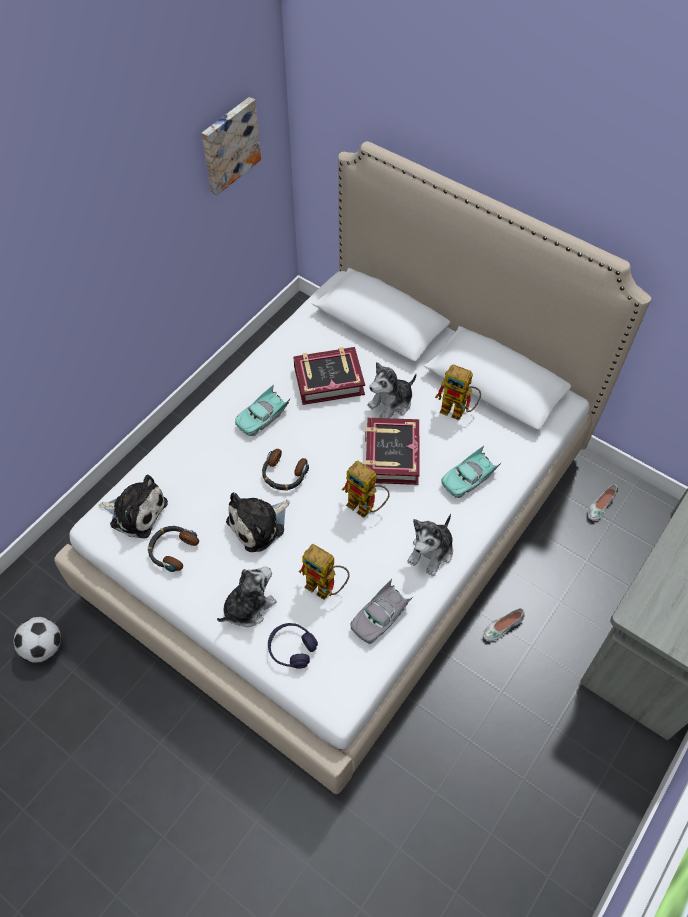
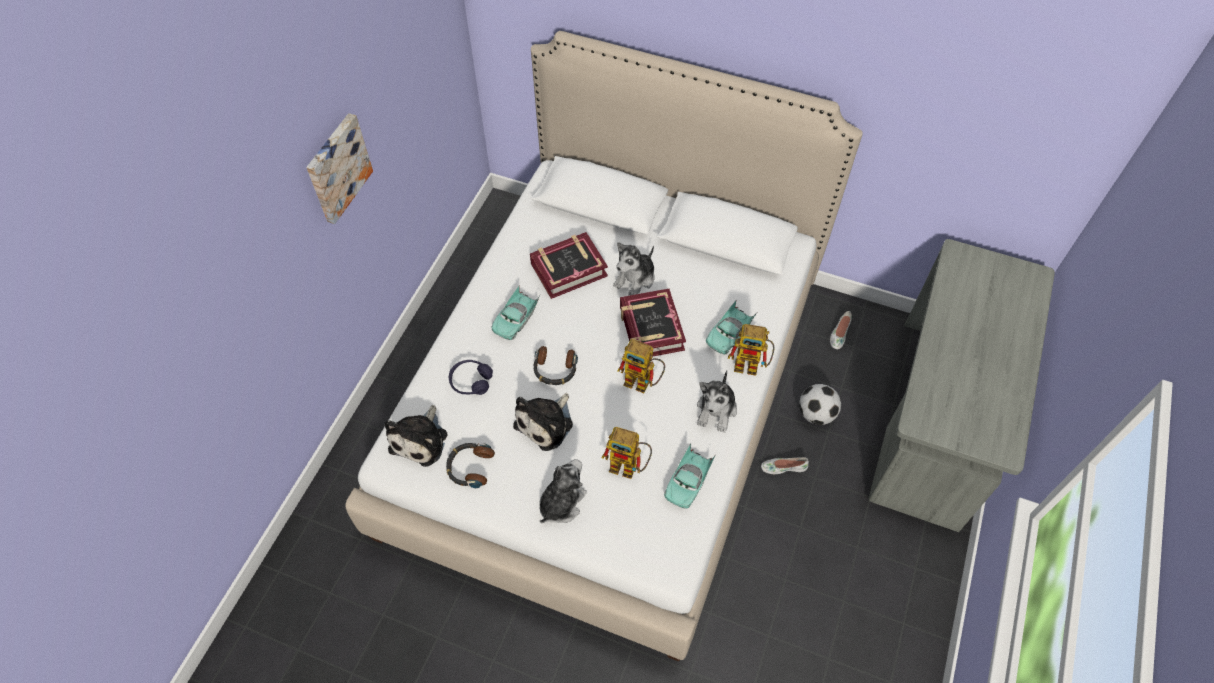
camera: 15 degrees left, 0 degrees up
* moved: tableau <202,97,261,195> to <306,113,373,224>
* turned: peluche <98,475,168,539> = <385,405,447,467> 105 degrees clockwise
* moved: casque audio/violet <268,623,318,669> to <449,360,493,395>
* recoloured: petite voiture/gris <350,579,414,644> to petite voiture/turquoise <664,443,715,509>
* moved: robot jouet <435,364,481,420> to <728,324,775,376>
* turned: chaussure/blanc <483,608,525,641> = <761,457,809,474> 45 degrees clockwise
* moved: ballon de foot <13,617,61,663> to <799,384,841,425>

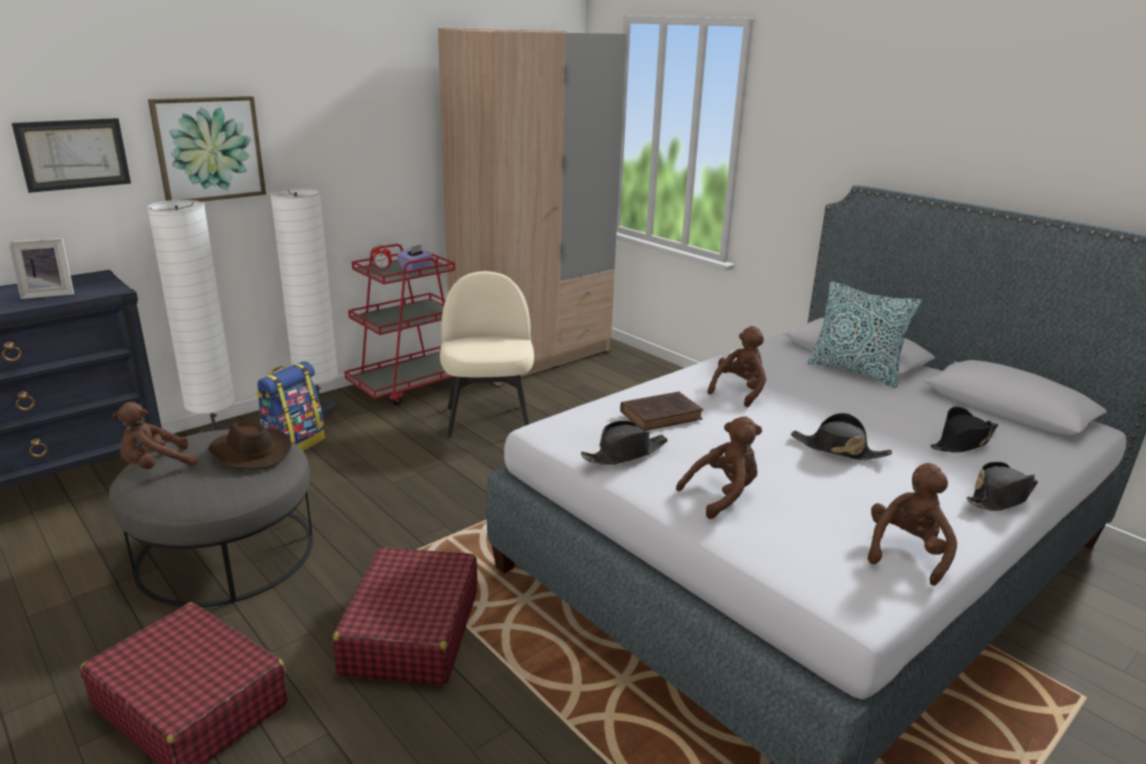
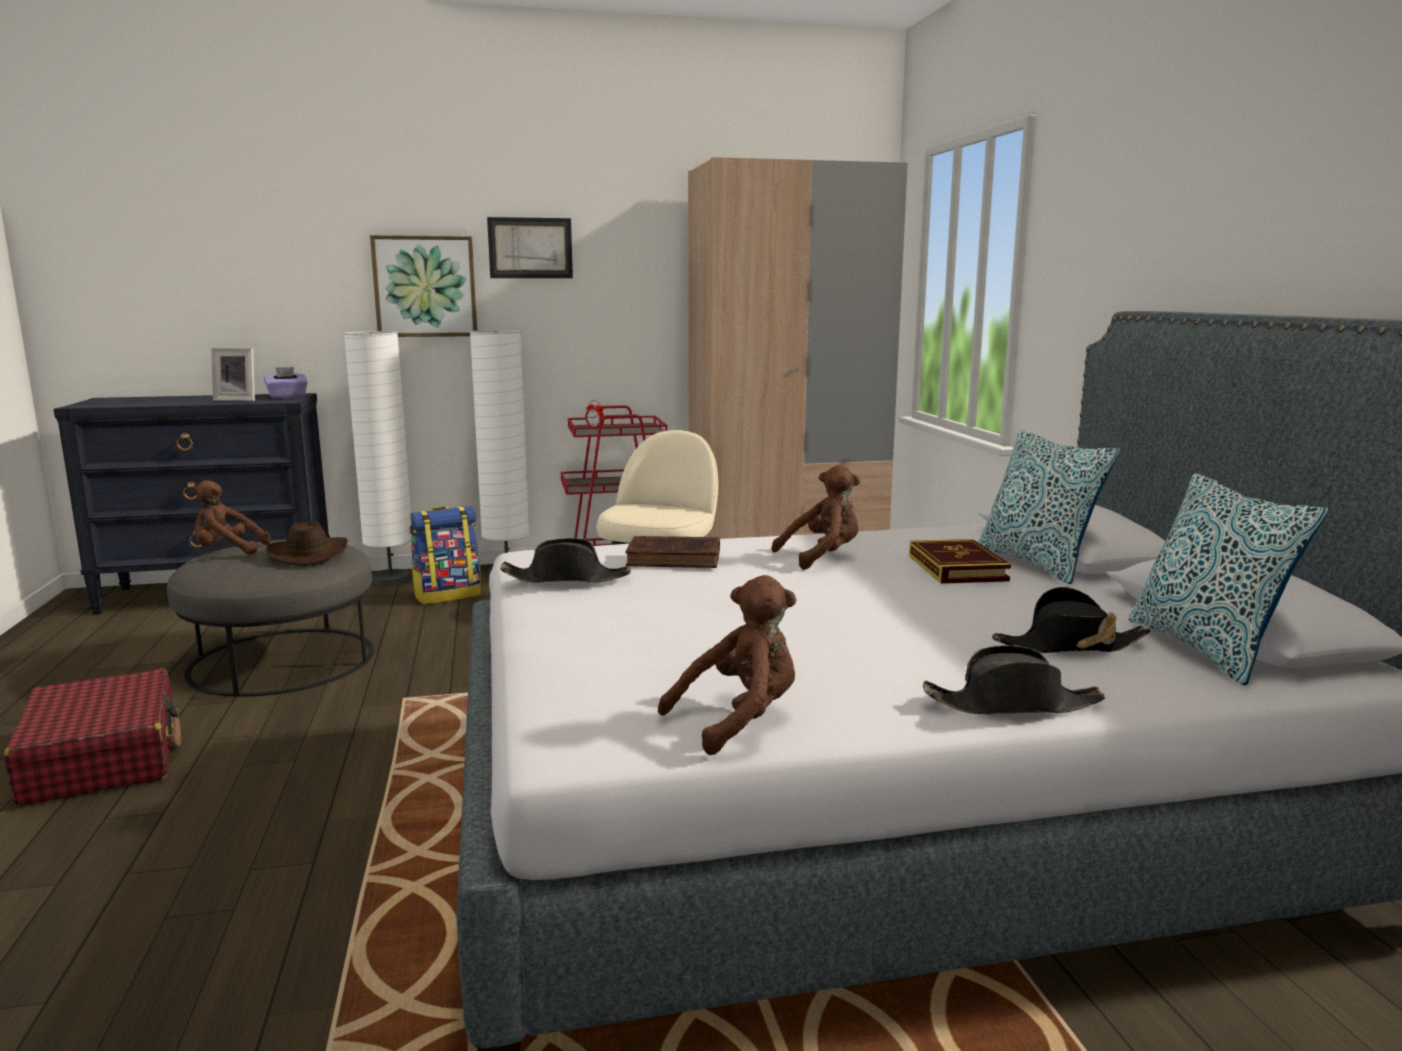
camera: 30 degrees right, 10 degrees down
* moved: boîte à mouchoirs/violet <397,244,433,271> to <264,367,308,398>
* moved: tableau <12,118,131,193> to <487,217,573,278>
* added: livre <909,539,1011,584>
* added: coussin <1128,473,1328,686>
* removed: valise/rouge <333,547,477,686>
* removed: peluche/marron <676,416,762,519>
* removed: chapeau/noir <791,413,892,461>

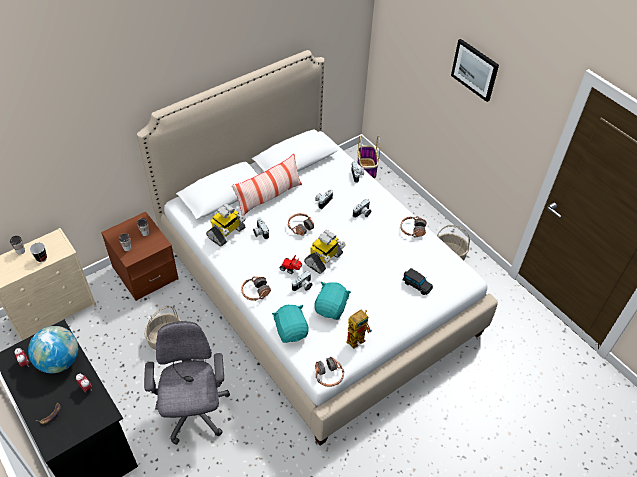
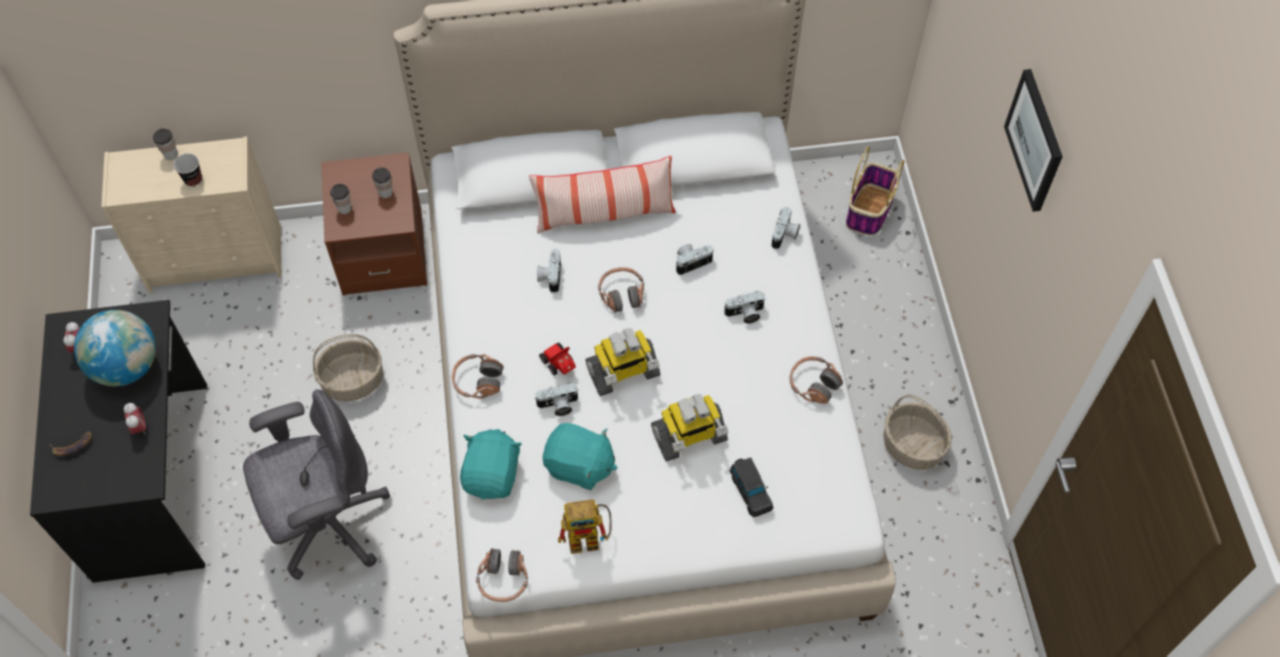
camera: 30 degrees right, 10 degrees up
* turned: chaise de bureau/gris <144,321,230,445> = <243,389,390,580> 45 degrees clockwise
* turned: peluche/turquoise <314,282,351,320> = <542,423,617,490> 60 degrees clockwise
* moved: robot jouet <206,203,246,247> to <651,394,728,462>

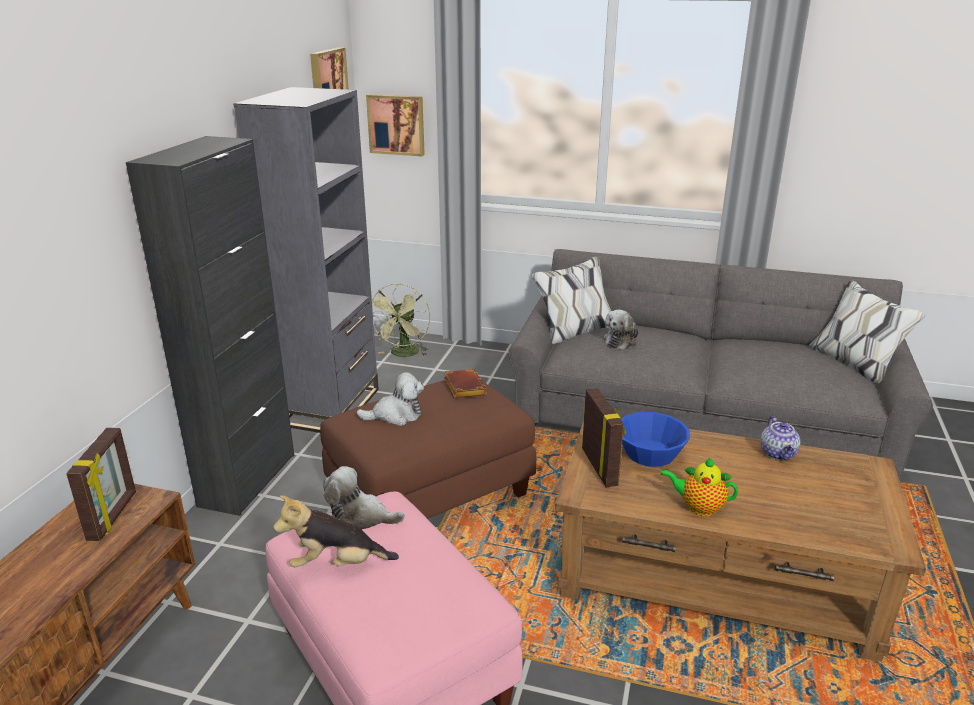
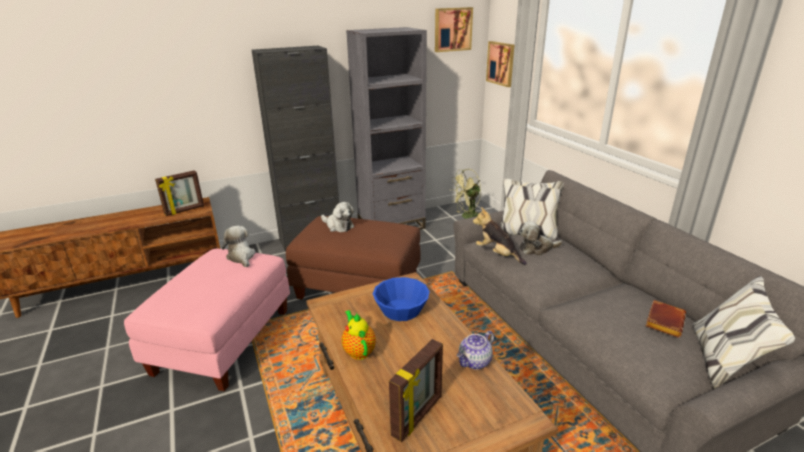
camera: 50 degrees right, 0 degrees up
* moved: cadre photo <582,388,626,487> to <389,339,443,442>
* moved: peluche <273,495,399,567> to <473,207,527,265>
* moved: livre/marron <444,369,487,398> to <646,300,686,338>

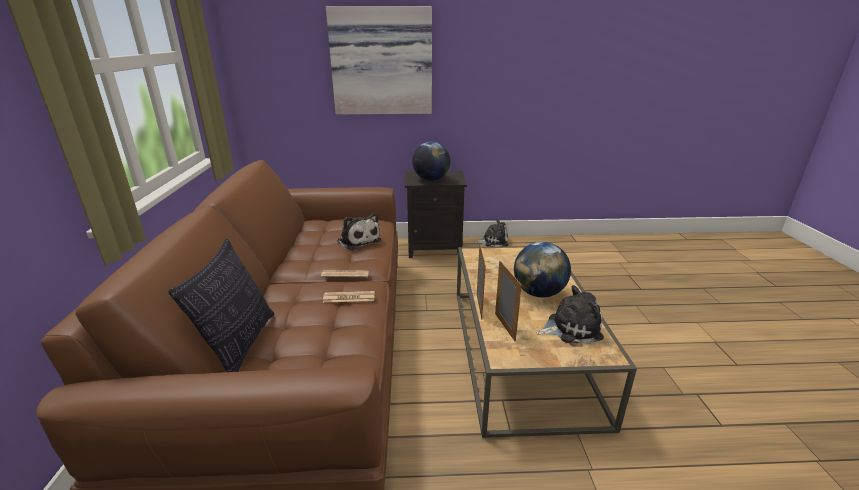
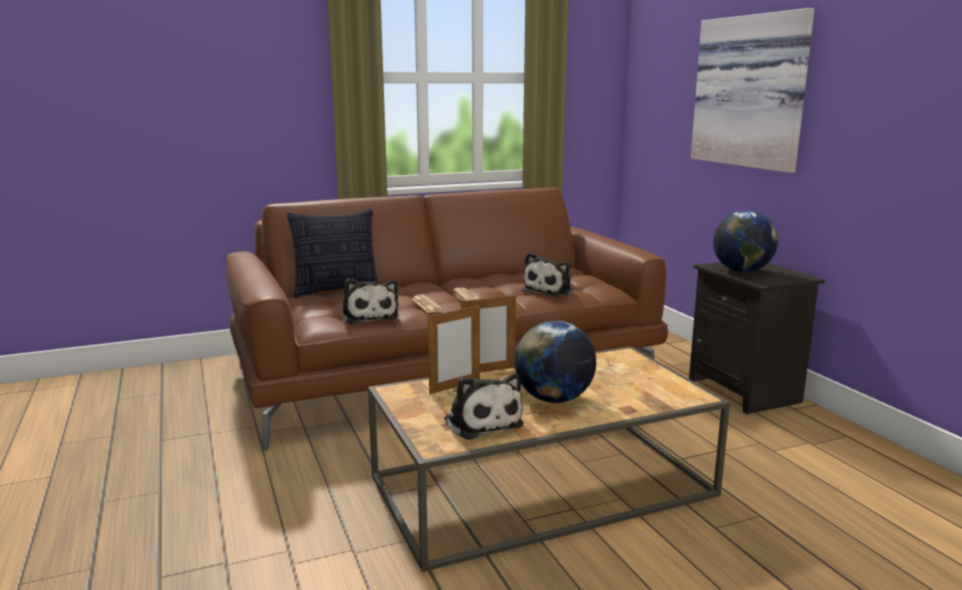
camera: 70 degrees right, 10 degrees down
* moved: peluche <474,219,508,247> to <342,279,399,324>

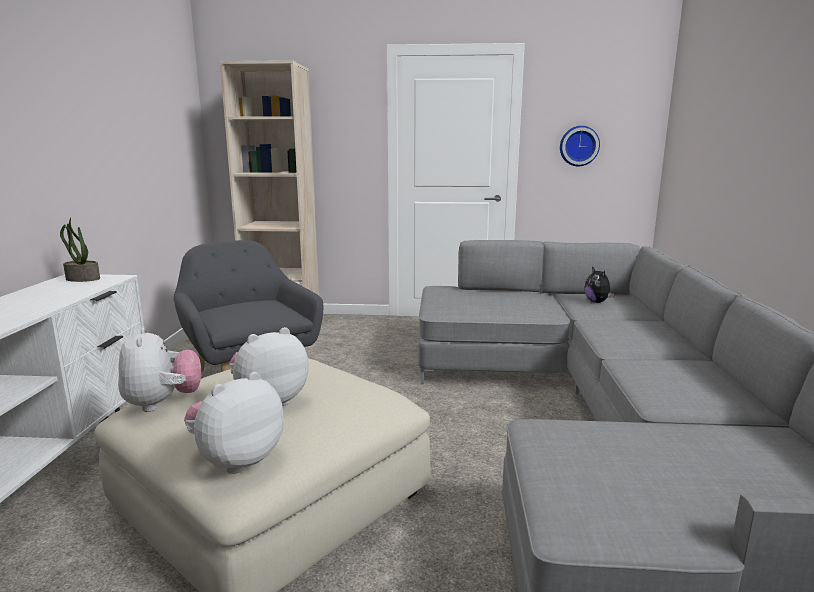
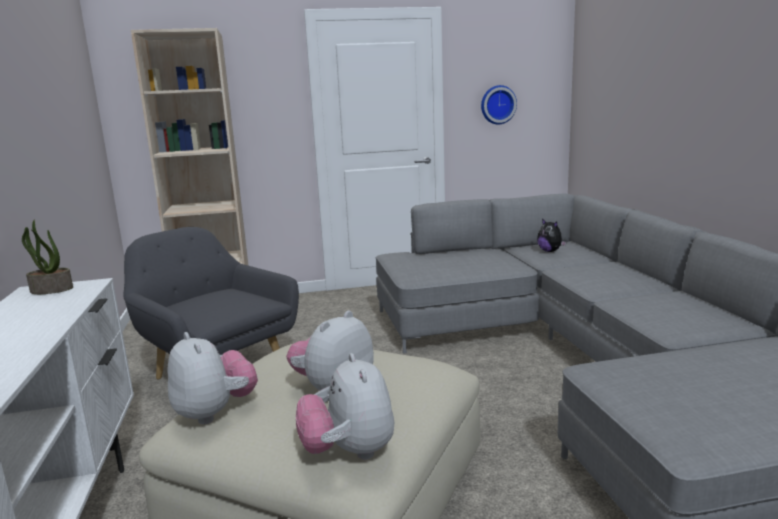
camera: 15 degrees left, 0 degrees up
* turned: peluche <184,372,284,474> = <296,353,394,460> 45 degrees counterclockwise

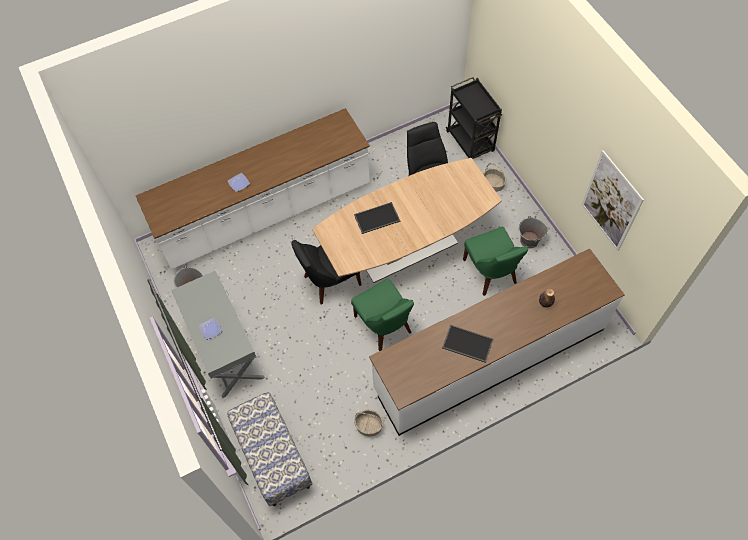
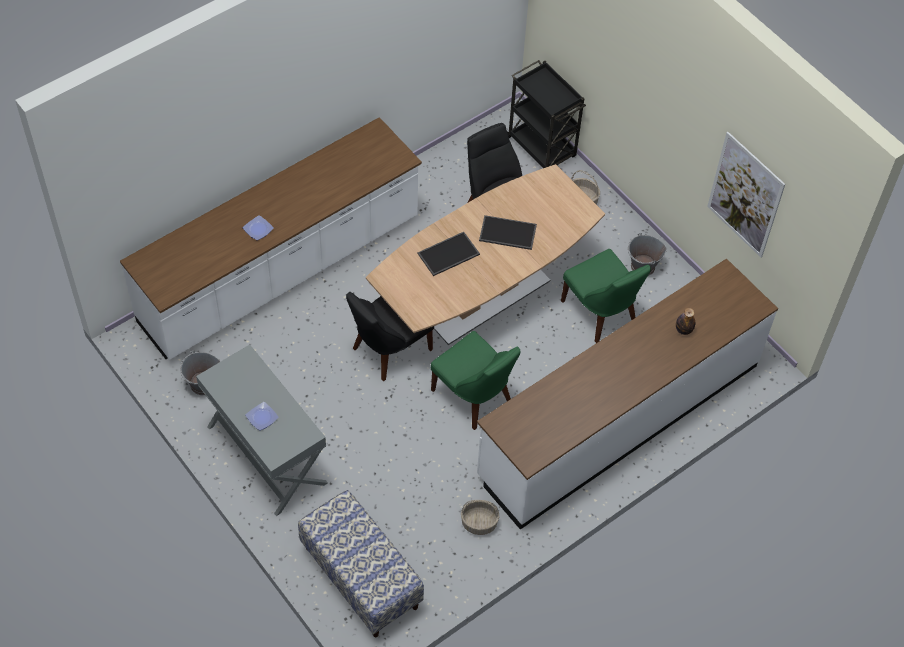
camera: 15 degrees left, 5 degrees down
* moved: plateau <442,325,493,363> to <479,215,537,250>

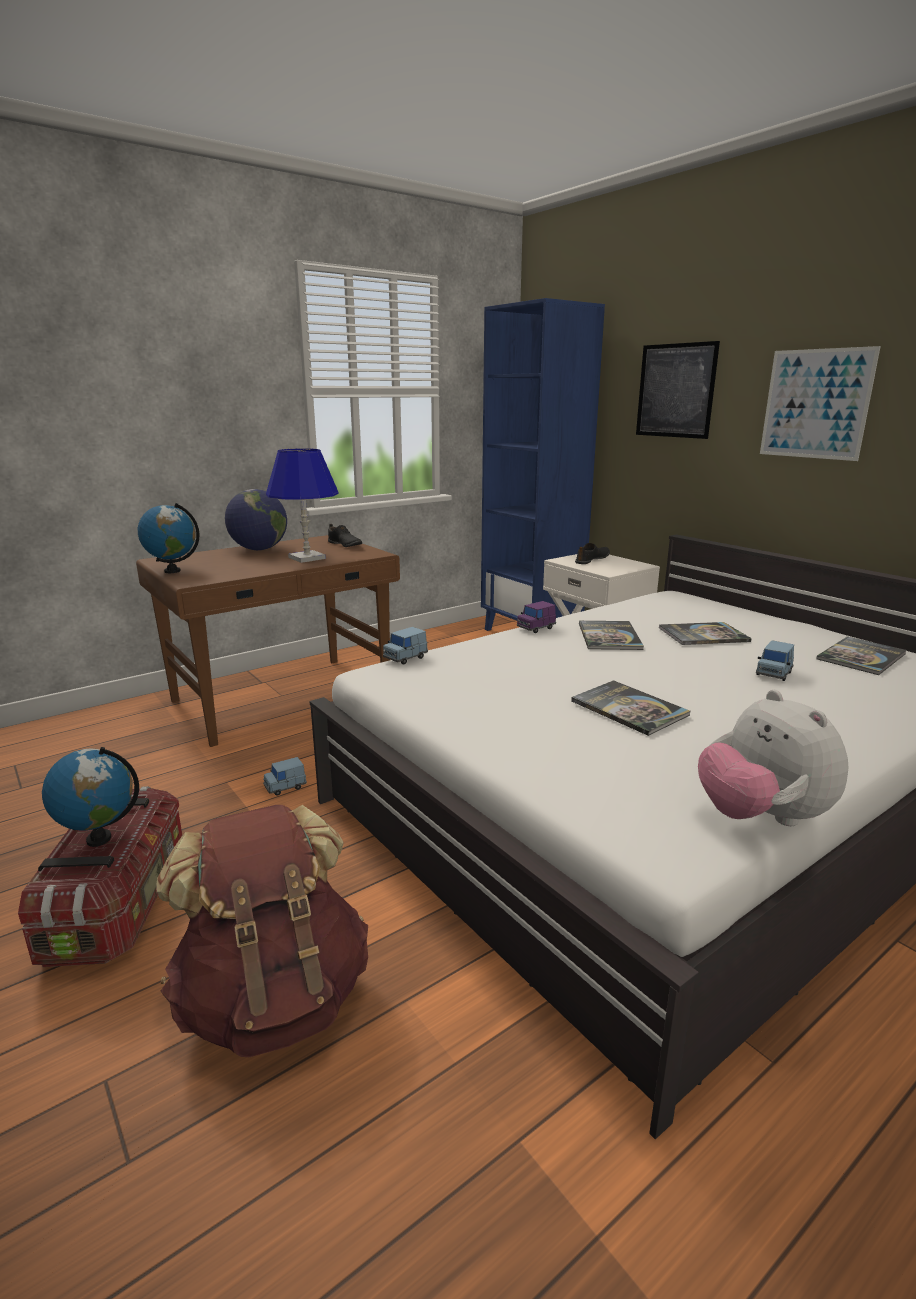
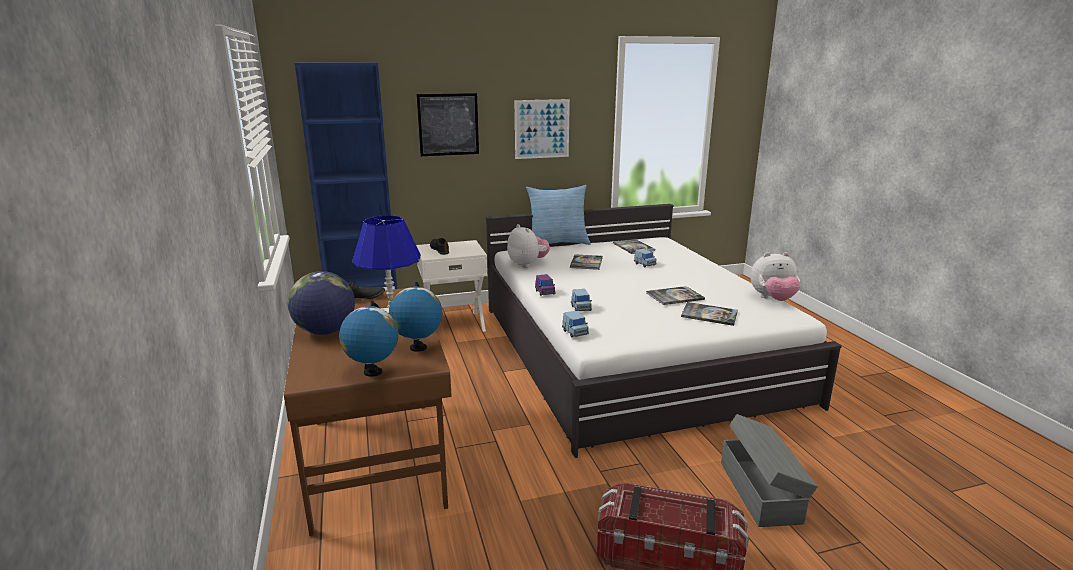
camera: 70 degrees left, 0 degrees up
* moved: globe <42,747,139,847> to <389,282,443,352>
* added: peluche <507,224,550,268>
* added: coussin <526,185,591,245>
* moved: petite voiture/bleu <263,757,307,796> to <571,289,592,311>
* moved: livre <579,621,644,650> to <681,302,738,326>
* replaced: sac à dos/marron <156,805,368,1057> to boîte de rangement/gris <721,414,818,527>

